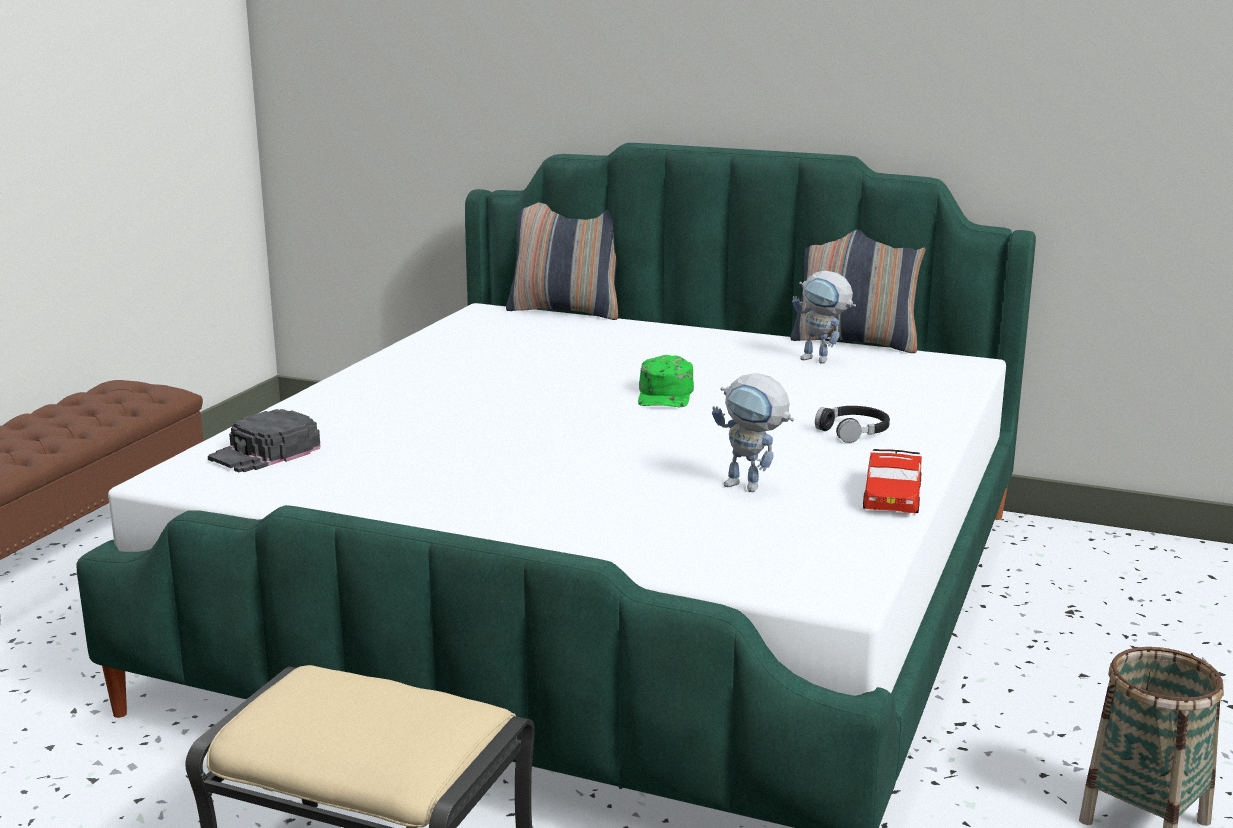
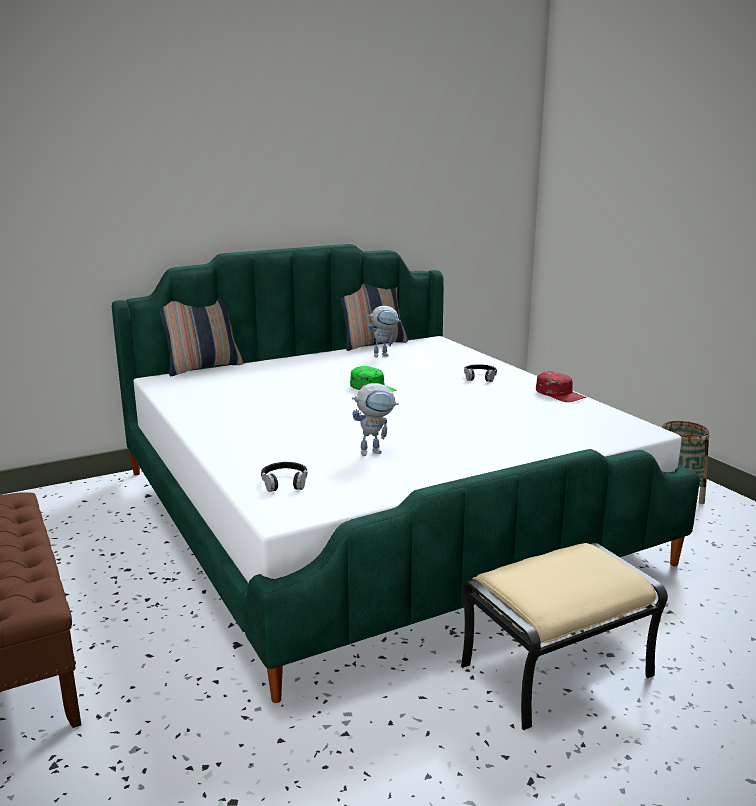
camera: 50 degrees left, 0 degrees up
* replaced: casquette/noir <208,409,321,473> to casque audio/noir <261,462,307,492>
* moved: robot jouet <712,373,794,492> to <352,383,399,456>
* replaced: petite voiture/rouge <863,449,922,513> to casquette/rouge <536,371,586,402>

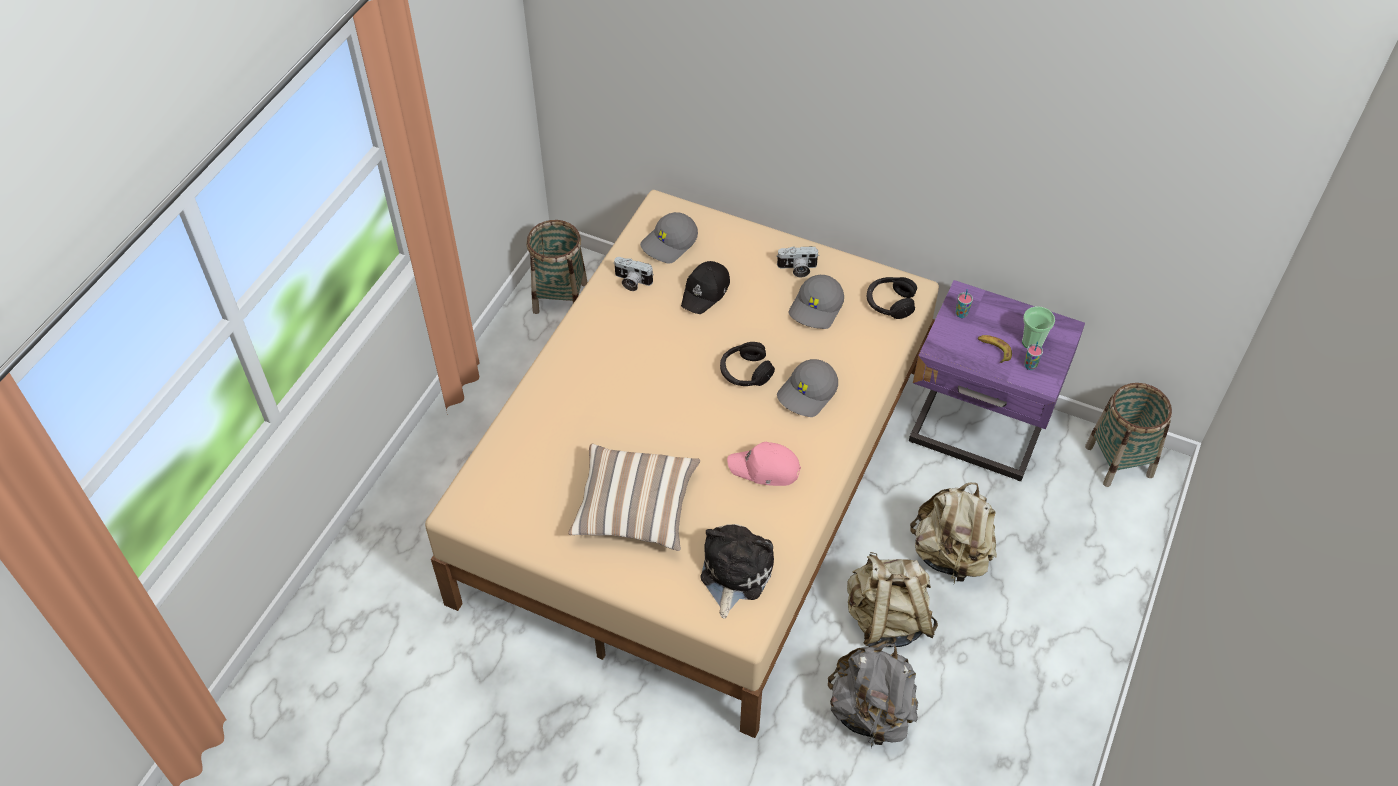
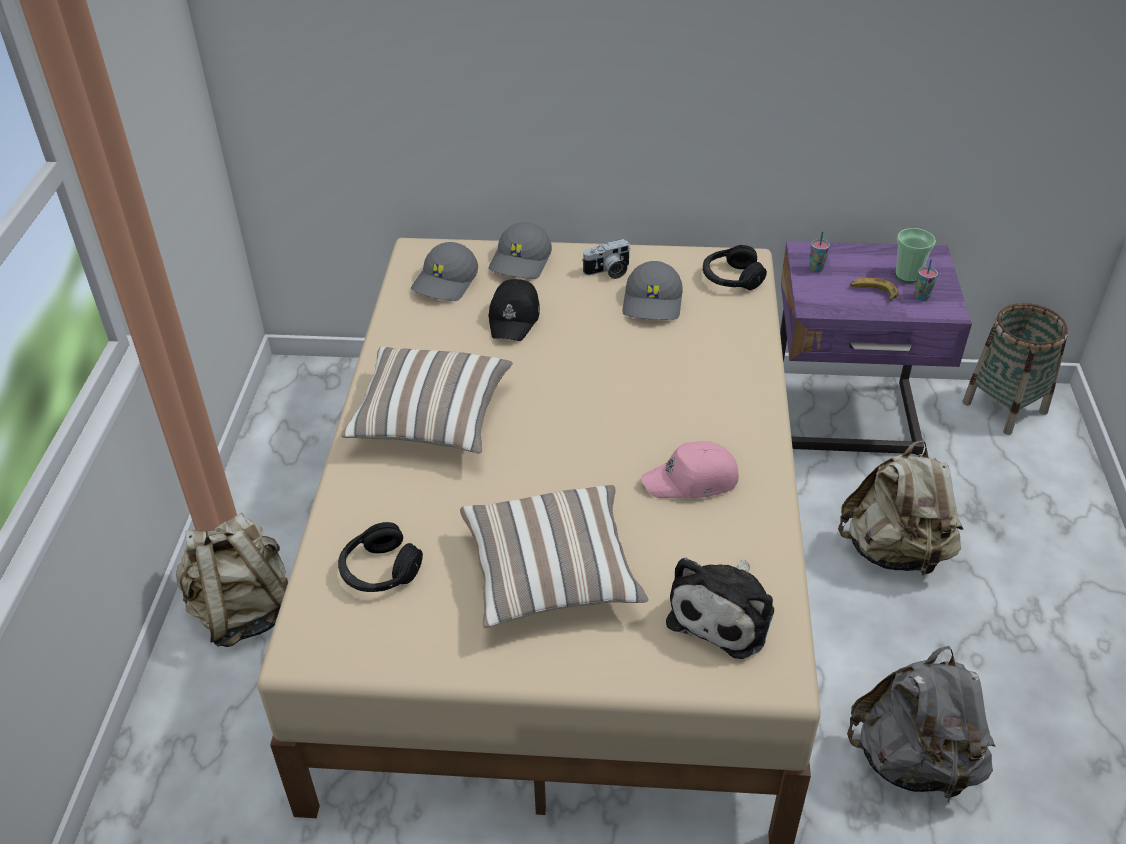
camera: 20 degrees left, 10 degrees down
* moved: sac à dos/beige <847,552,938,648> to <176,513,289,647>
* moved: casque audio/noir <720,342,775,386> to <338,522,423,592>
* added: coussin <341,347,513,453>
* moved: casquette/gris <777,359,838,417> to <488,222,552,279>
* turned: peluche <701,524,774,618> = <666,558,774,659> 150 degrees counterclockwise
* removed: panier <527,220,588,314>
* removed: appareil photo <614,257,654,291>

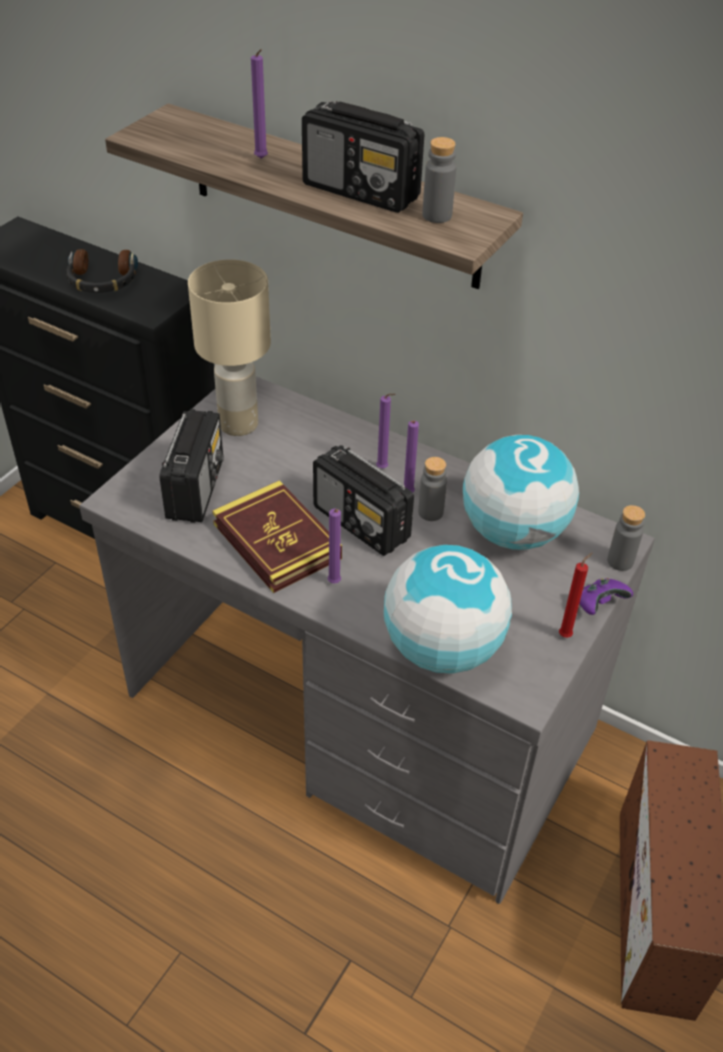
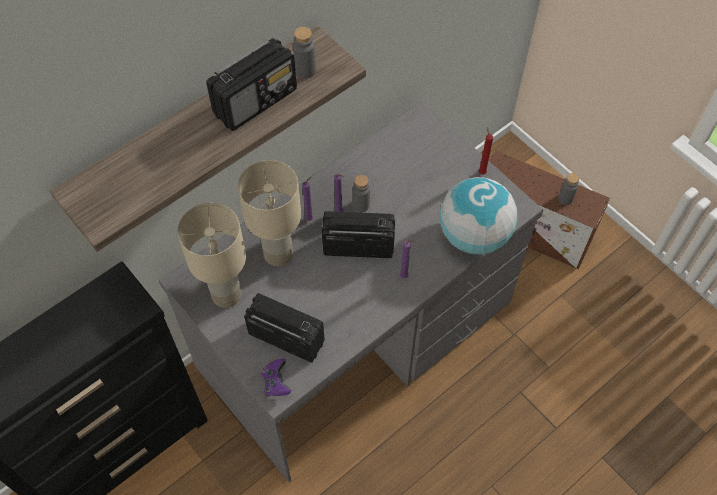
camera: 70 degrees left, 15 degrees up
* added: lampe de table/beige <238,160,301,266>
* moved: manette/violet <579,578,633,615> to <261,358,291,396>
* turned: radio <313,445,414,556> = <322,211,395,258> 150 degrees counterclockwise
* moved: bouteille/gris <607,505,645,571> to <558,173,579,205>
* removed: casque audio <67,249,138,293>
* removed: livre <212,480,342,593>
* removed: bougie/violet <251,49,268,159>
* removed: globe <463,435,579,550>

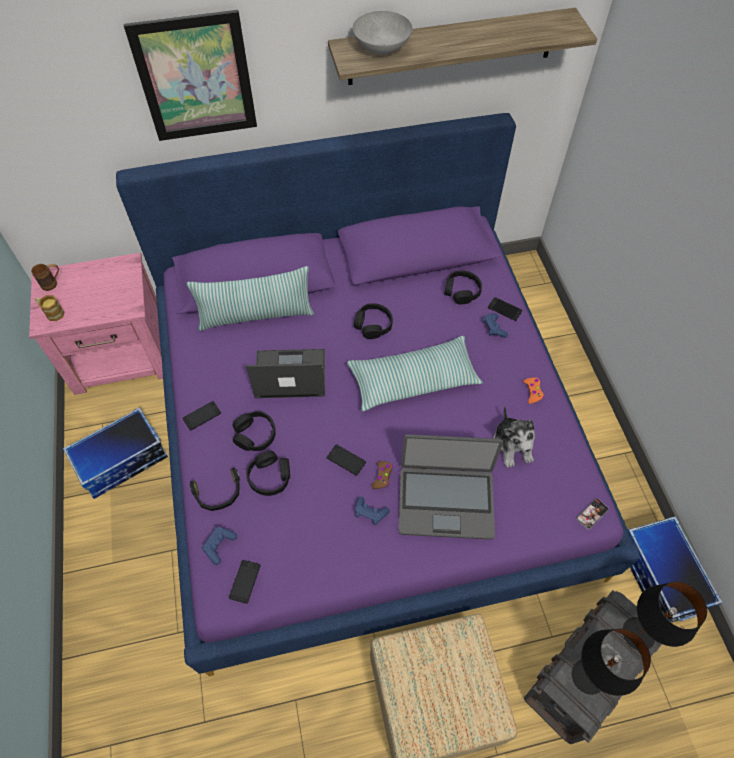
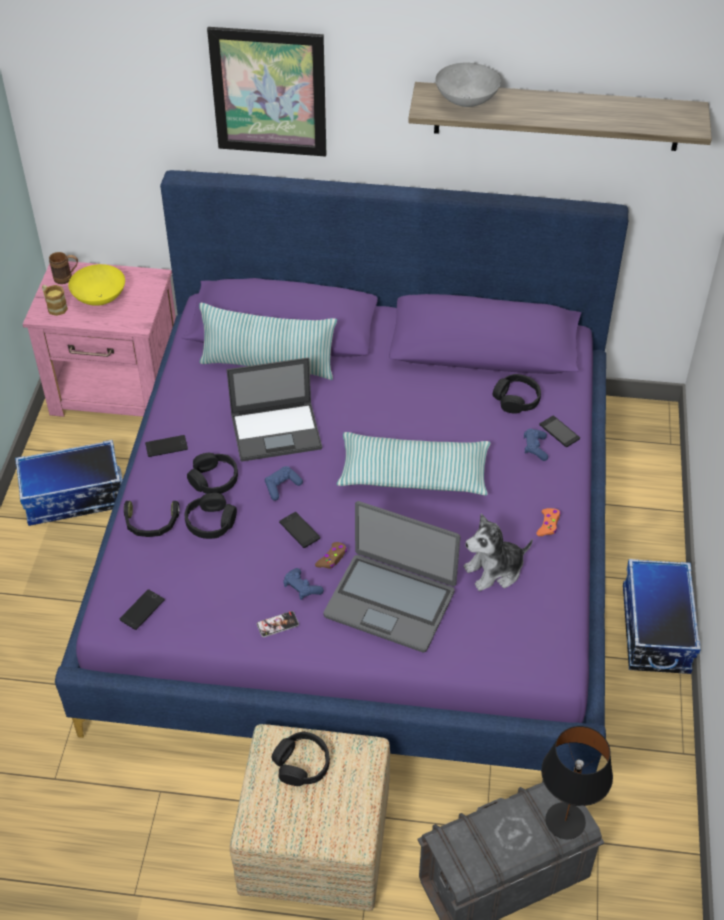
camera: 20 degrees right, 10 degrees down
* added: bol/jaune <68,264,125,306>
* turned: ordinateur portable <246,349,325,398> = <227,357,322,462> 150 degrees clockwise
* moved: téléphone <576,498,609,530> to <257,611,299,637>
* moved: manette/bleu <202,527,237,565> to <265,466,303,501>
* moved: casque audio/noir <354,303,393,339> to <272,731,330,786>
* turned: peluche <493,406,535,468> = <464,514,533,591> 60 degrees clockwise
* moved: boîte de rangement <628,516,723,622> to <623,559,701,674>
* removed: lampe de table/noir <572,628,651,696>

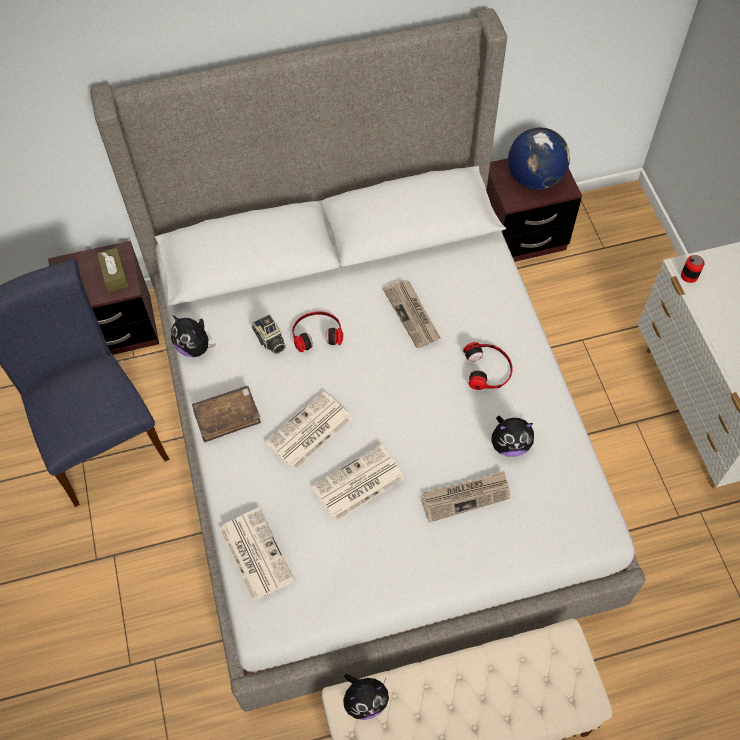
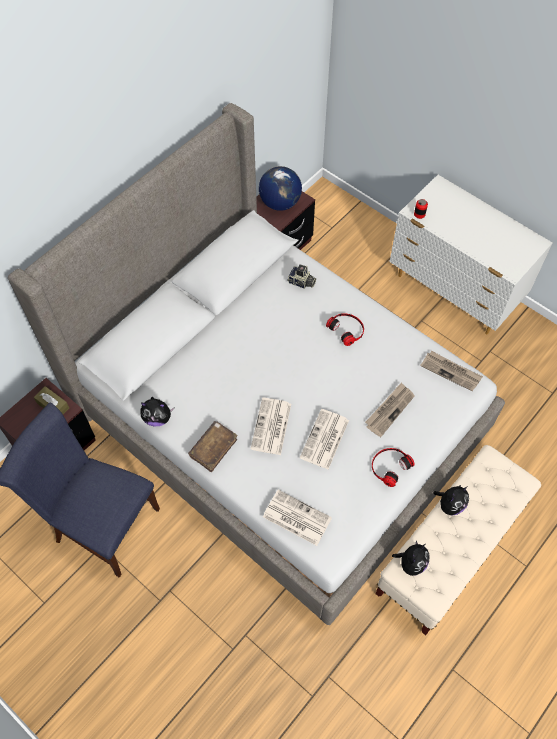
camera: 35 degrees left, 0 degrees up
* moved: appareil photo <251,314,286,354> to <287,264,316,289>
* moved: casque audio <292,311,343,352> to <372,448,414,487>
* moved: journal <383,281,441,348> to <420,351,483,391>
* moved: peluche <491,416,534,457> to <433,485,469,516>

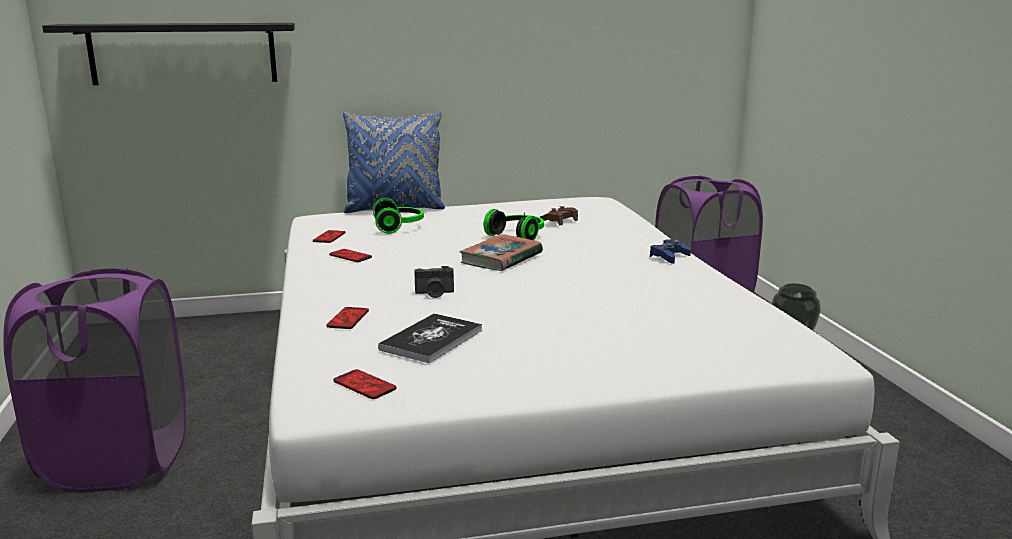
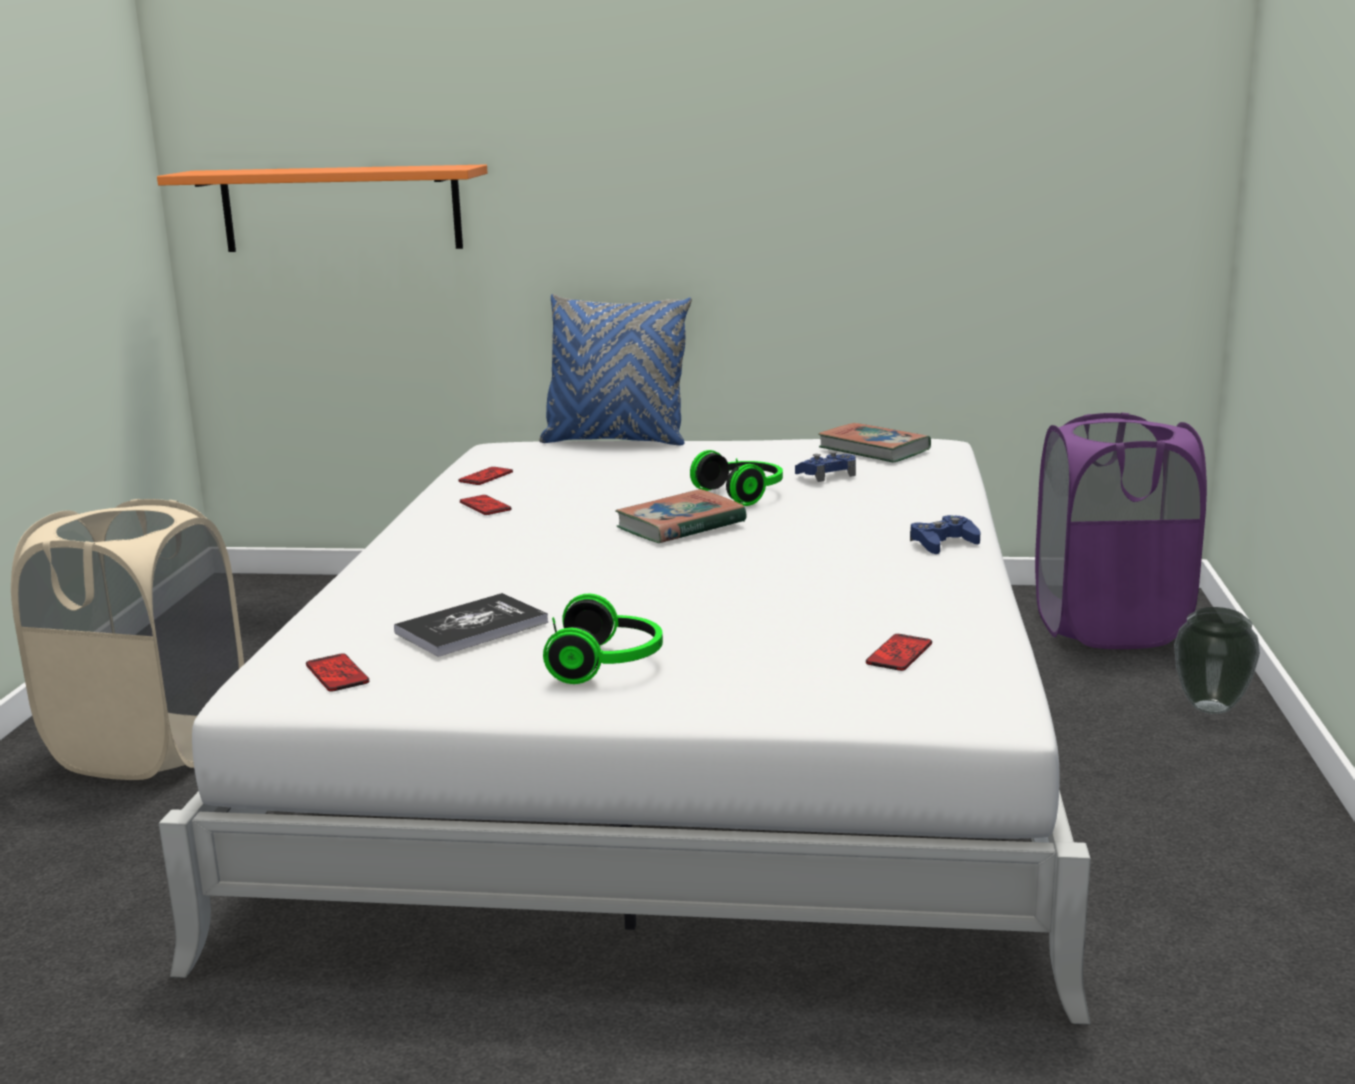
camera: 20 degrees right, 0 degrees up
* recoloured: panier à linge/violet <3,268,186,492> to panier à linge/beige <11,499,244,780>
* recoloured: étagère/noir <42,23,295,85> to étagère/orange <157,165,488,252>
* moved: casque audio <372,198,424,234> to <543,594,663,684>
* recoloured: manette/marron <540,206,578,226> to manette/bleu <795,451,856,482>
* added: livre <818,423,931,463>
* moved: téléphone <327,307,369,329> to <866,634,932,671>
* removed: appareil photo <414,266,454,298>

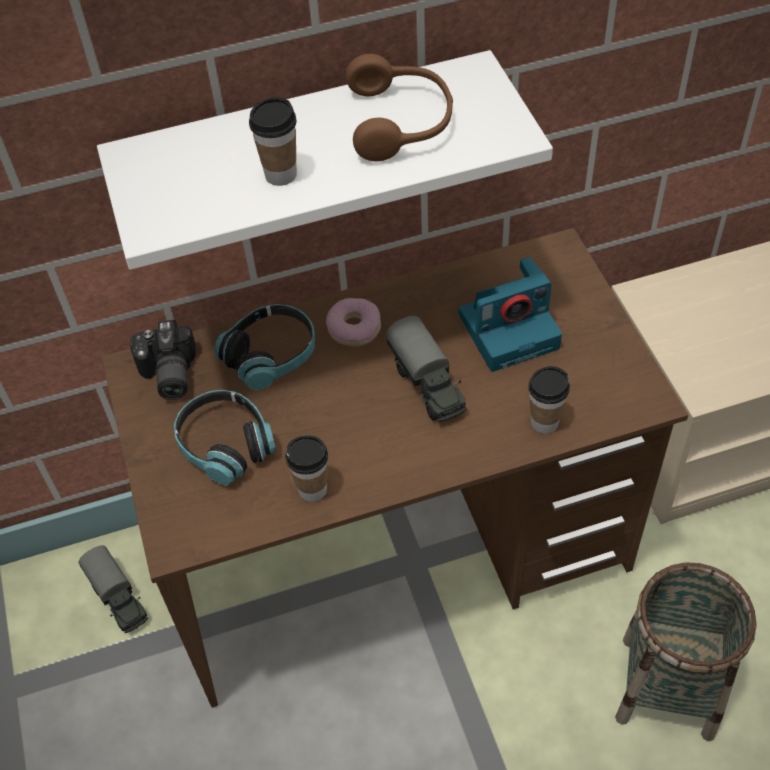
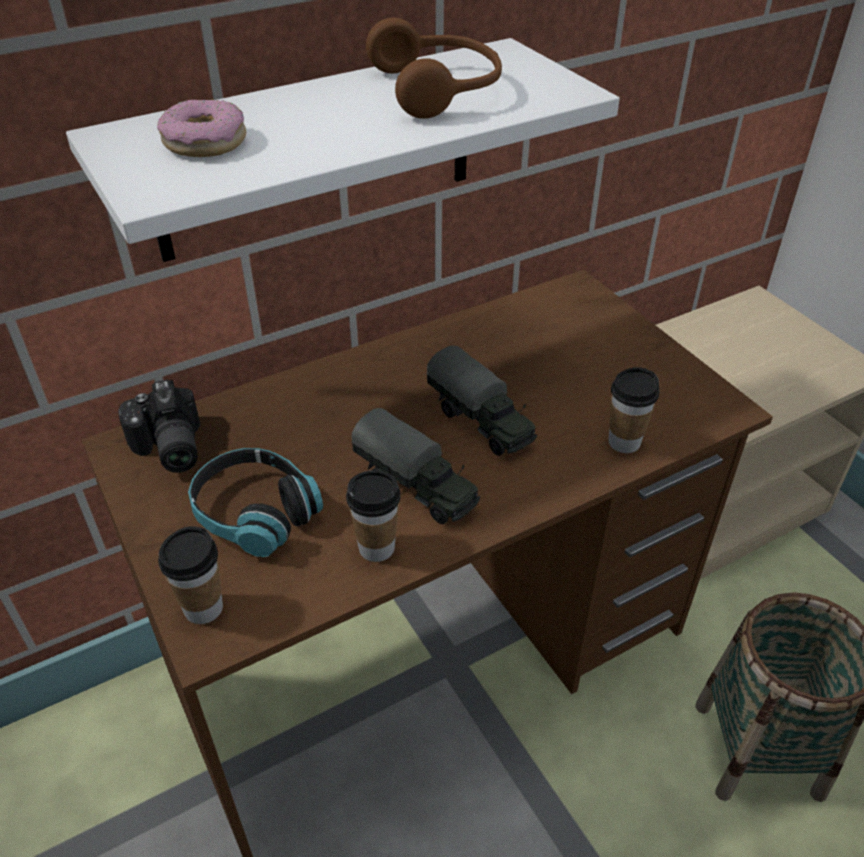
camera: 15 degrees left, 10 degrees down
* moved: beignet <326,298,381,347> to <157,100,246,157>
* moved: tasse <249,97,297,186> to <158,526,223,624>
* moved: camion jouet <78,545,148,633> to <351,408,480,524>
* removed: casque audio <214,304,315,390>
* removed: appareil photo <458,257,562,372>

